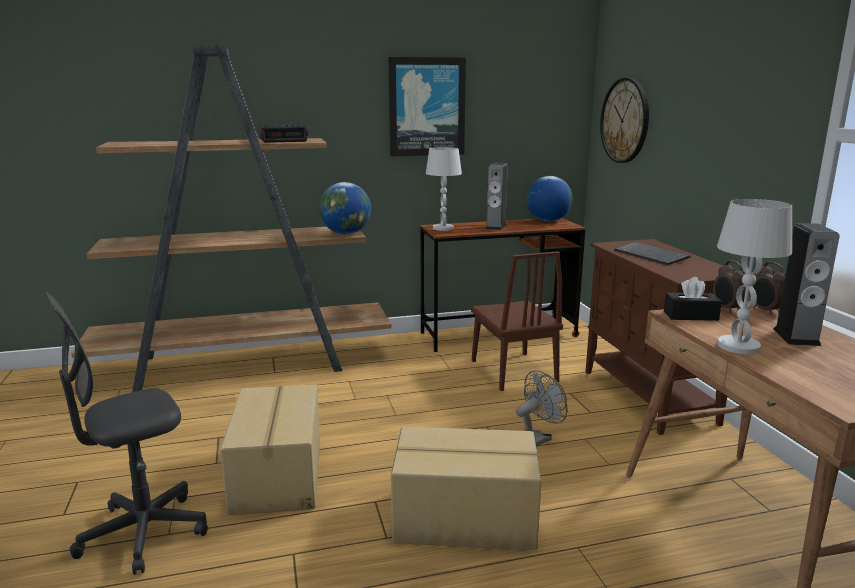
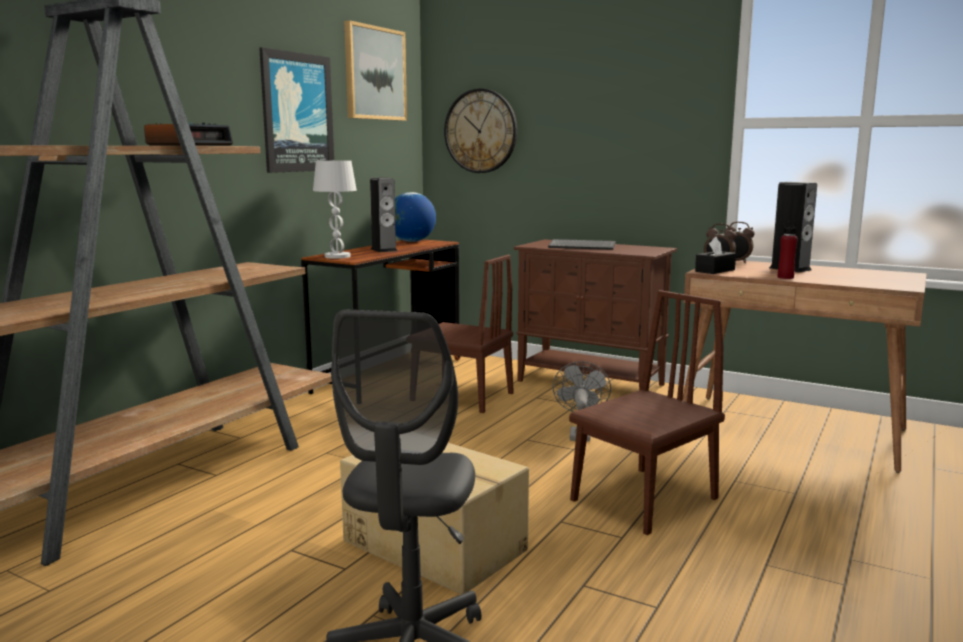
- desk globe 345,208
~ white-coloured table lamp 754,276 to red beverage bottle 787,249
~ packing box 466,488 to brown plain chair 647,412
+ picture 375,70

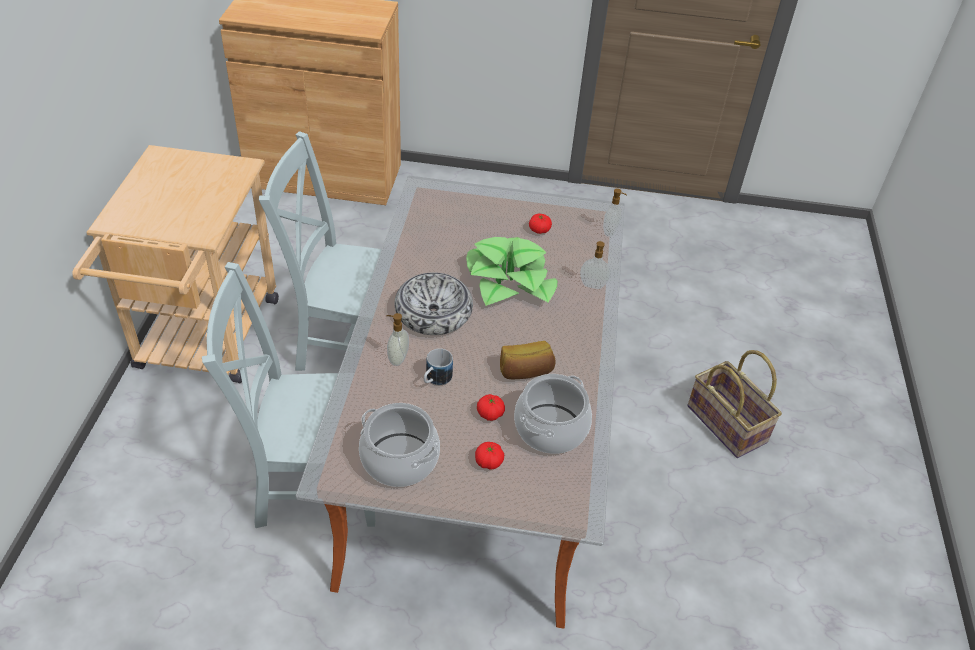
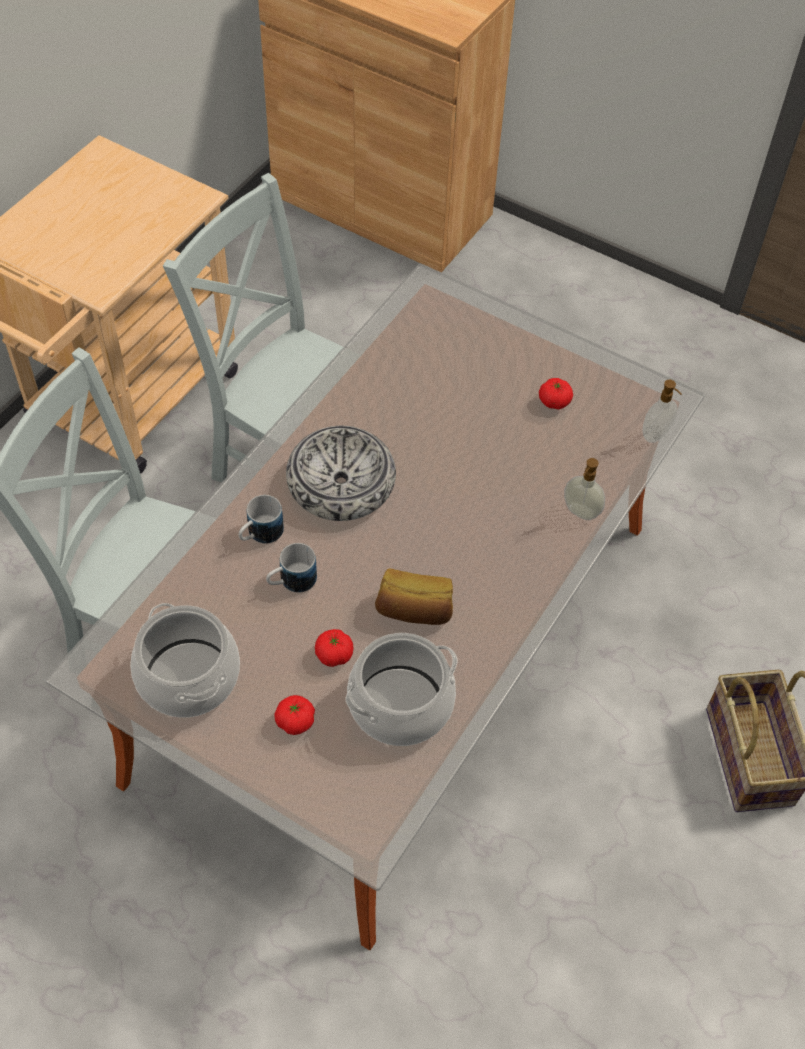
- houseplant 511,271
~ liquid soap bottle 397,339 to mug 261,519

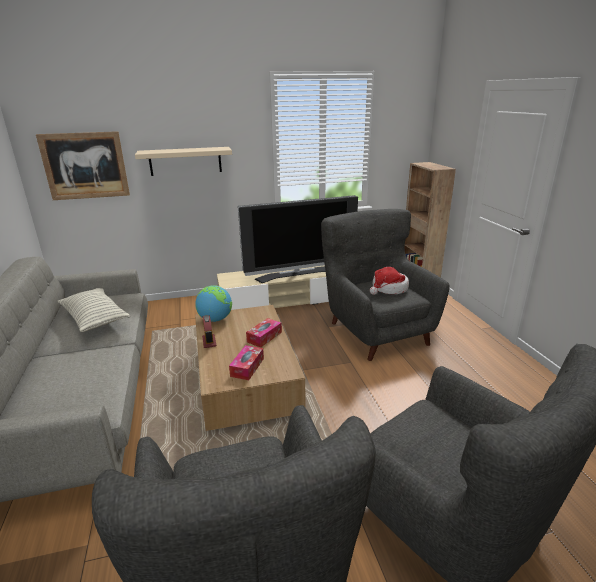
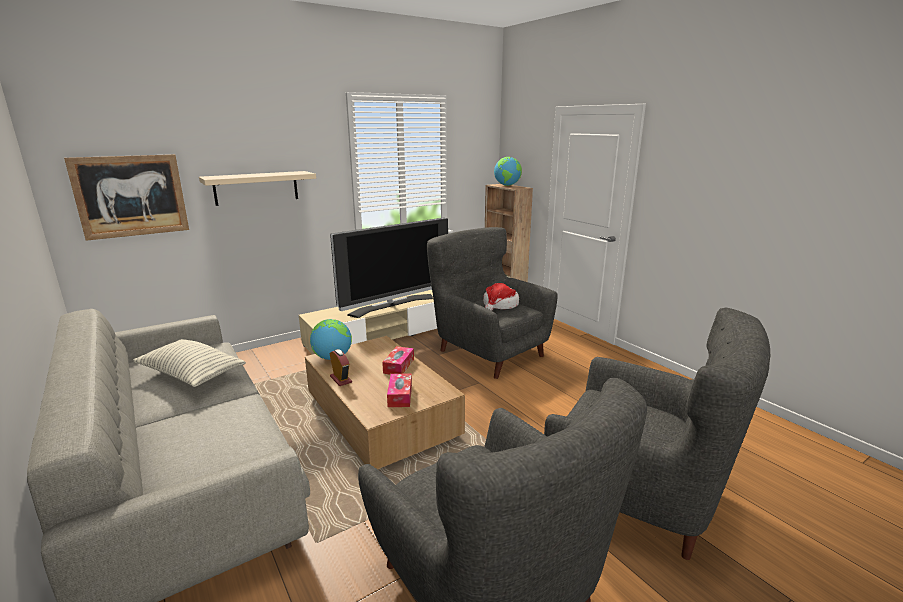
+ desk globe 508,171

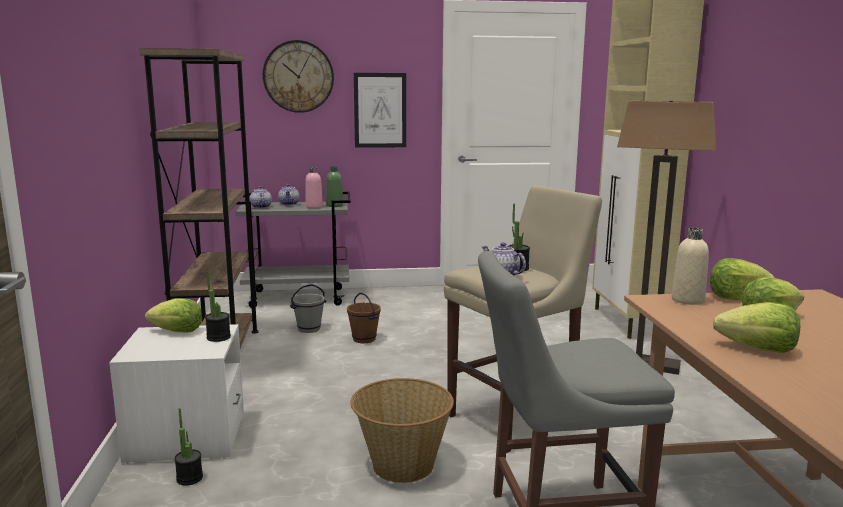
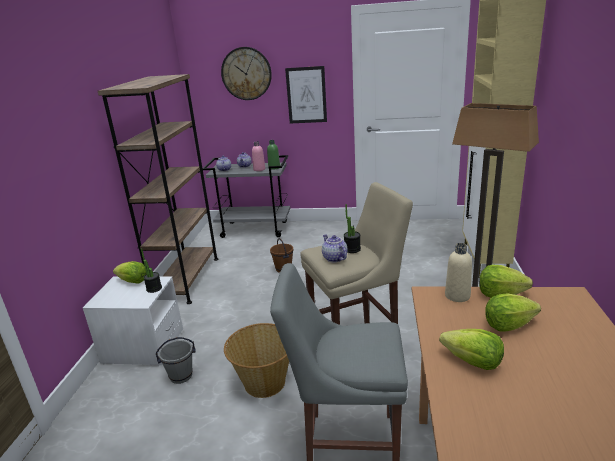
~ grey water bucket 308,308 to 176,360
- houseplant 188,446

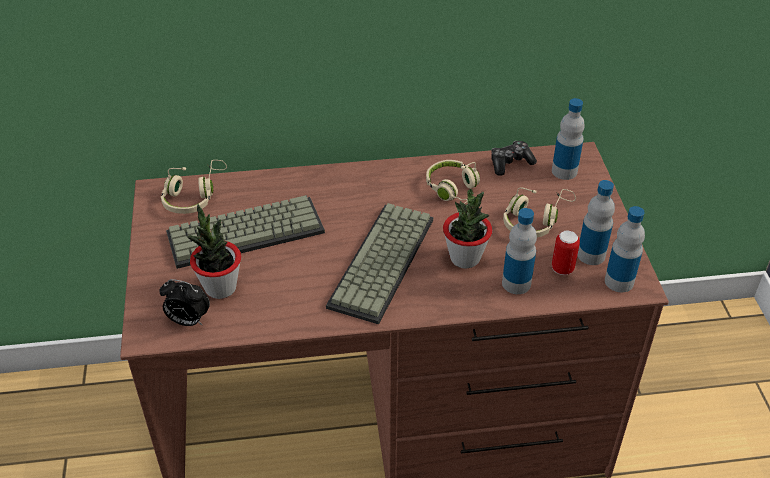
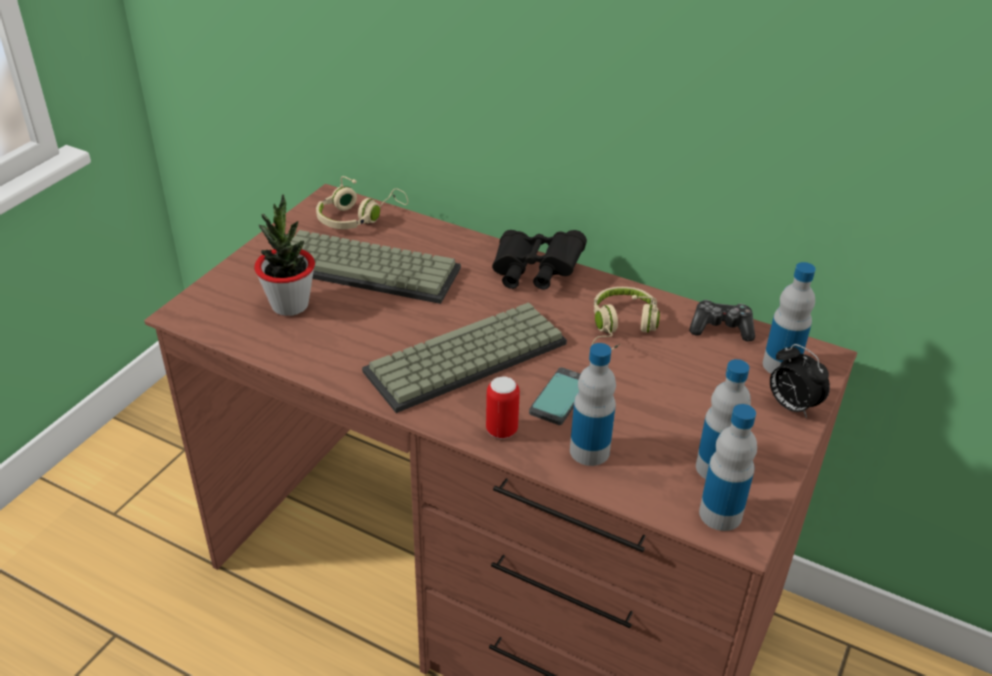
- sand-coloured pair of headphones 539,212
~ houseplant 467,229 to phone 554,396
~ sealed can 566,252 to 503,407
~ bedside clock 184,302 to 800,381
+ black pair of binoculars 539,260

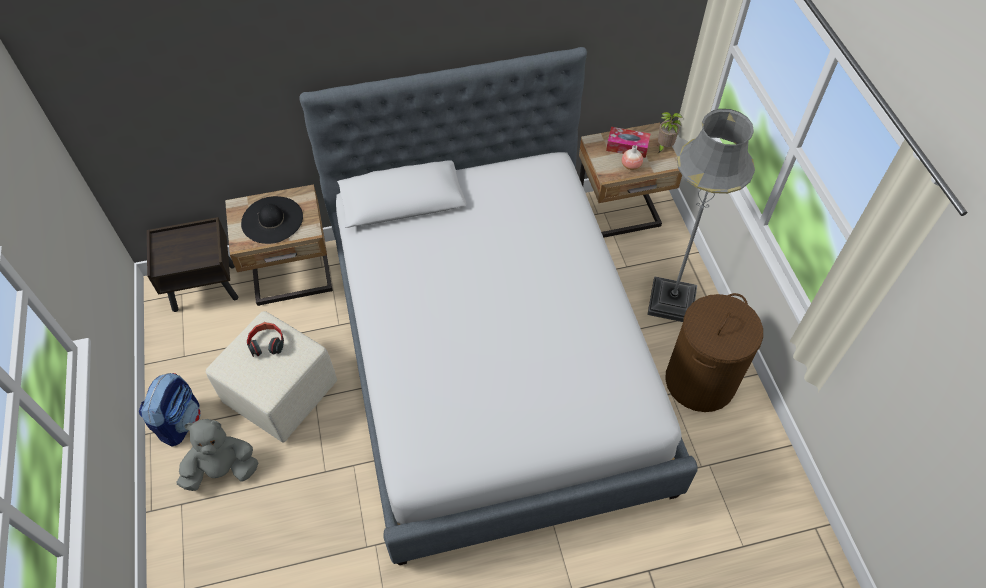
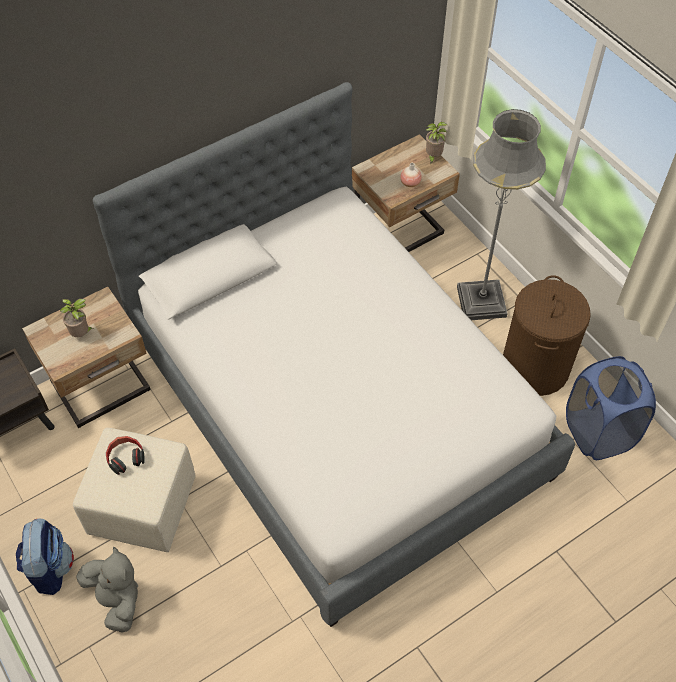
- tissue box 628,142
~ black hat 272,220 to houseplant 76,318
~ grey plush toy 217,455 = 107,589 90 degrees clockwise
+ bluish laundry basket 611,408

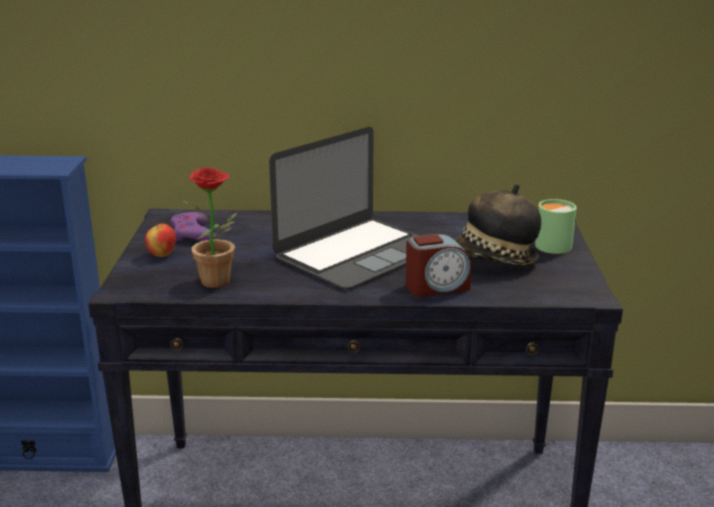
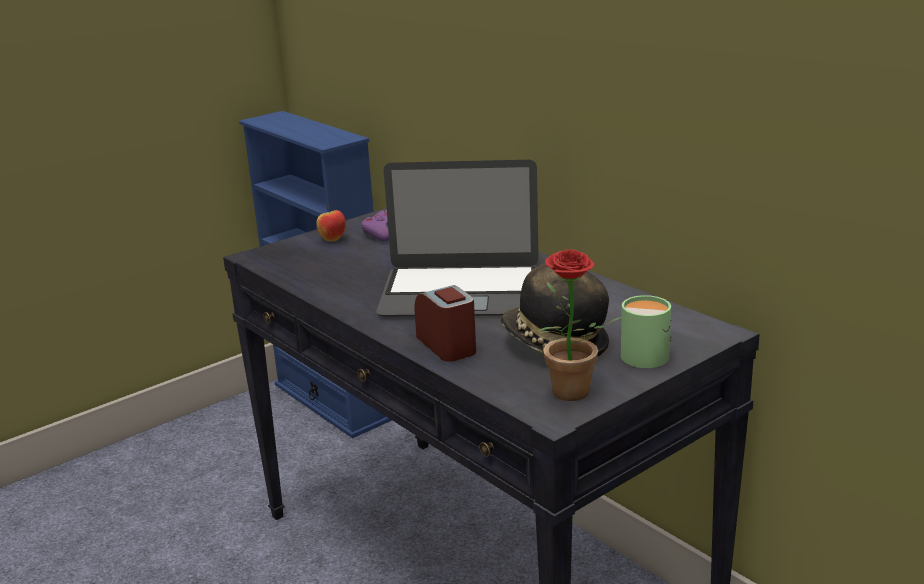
~ houseplant 209,227 to 580,325
~ bedside clock 438,265 = 445,323 150 degrees counterclockwise

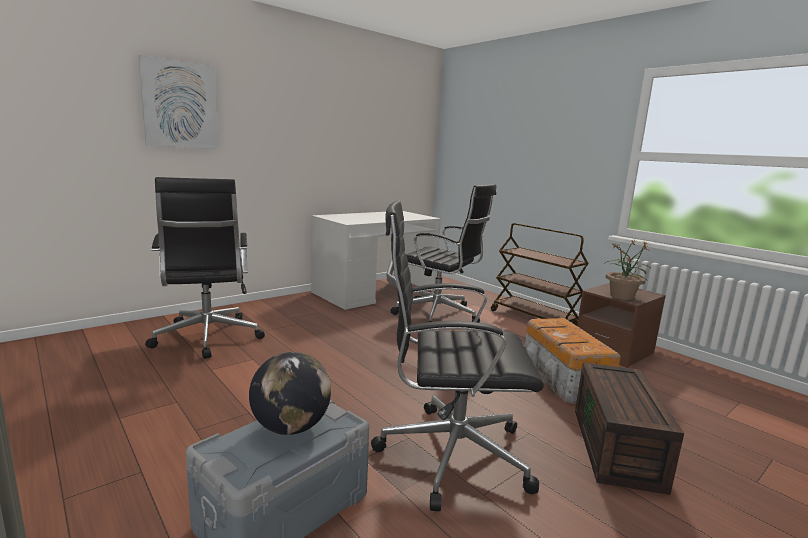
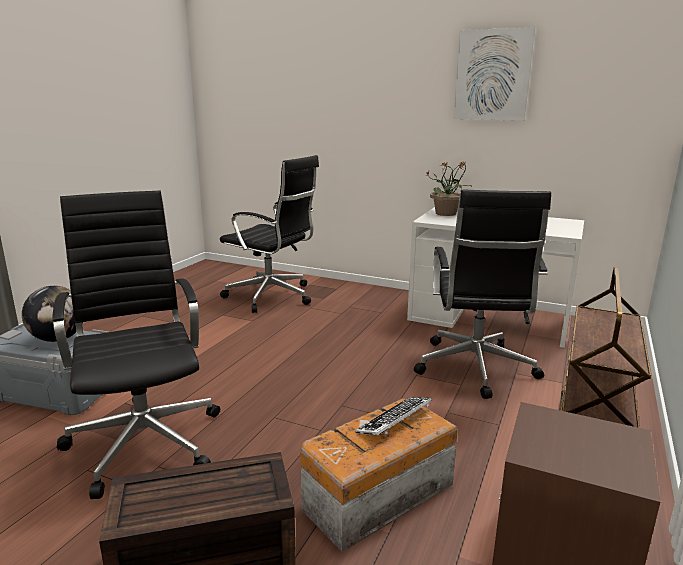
~ picture 178,102 to 494,74
~ black desk chair 205,268 = 269,234 105 degrees counterclockwise
~ houseplant 627,269 to 449,188
+ PC keyboard 394,416

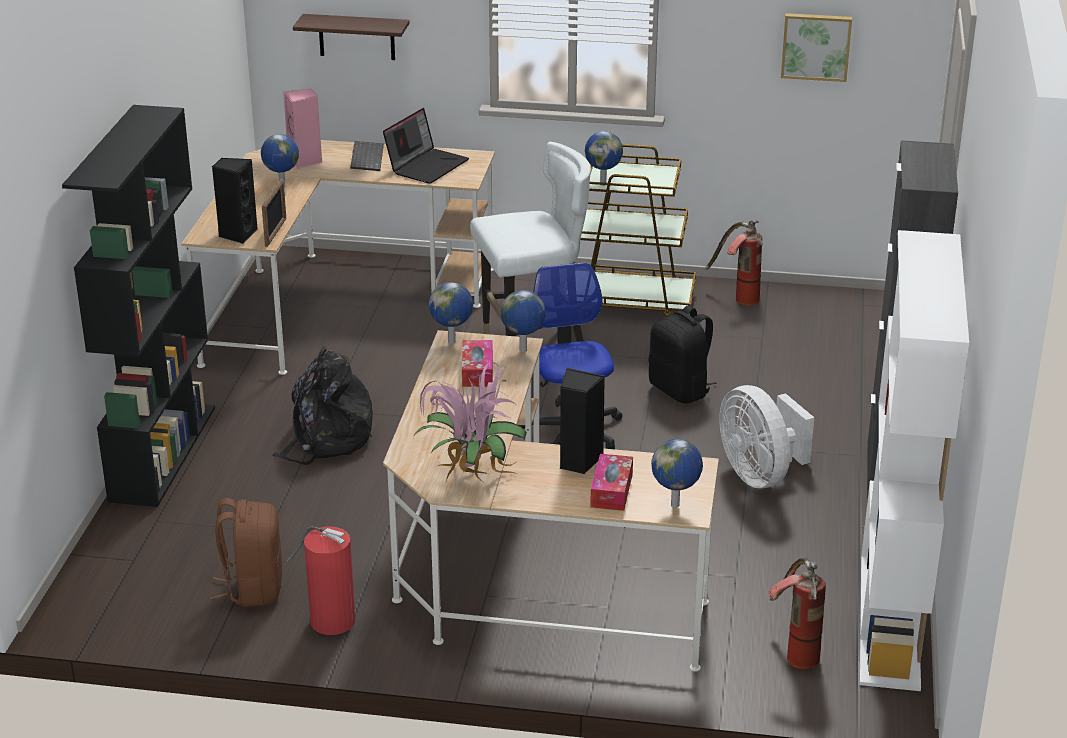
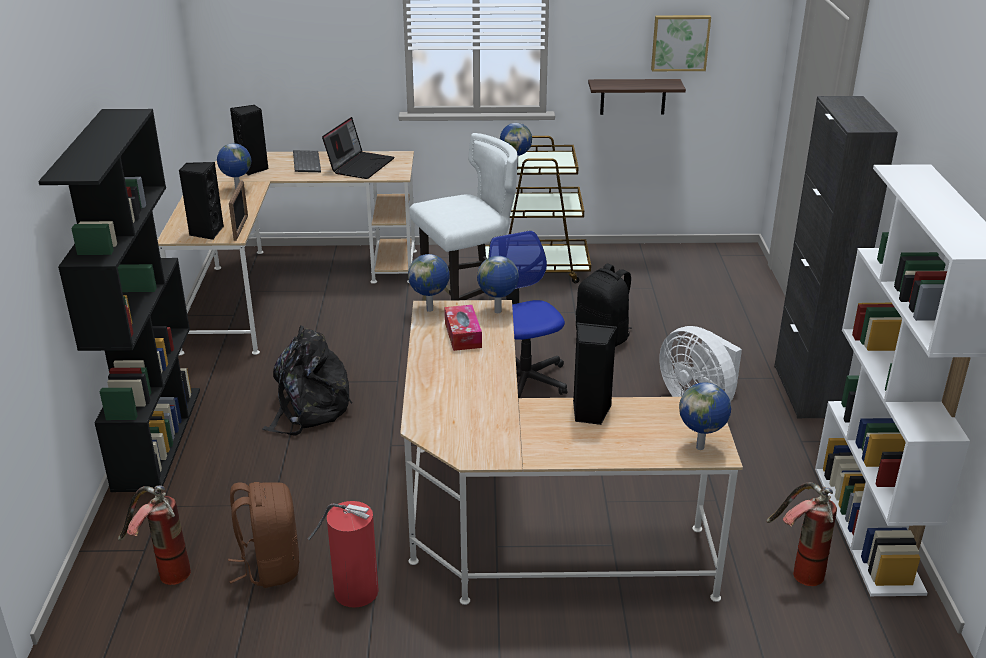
~ wall shelf 351,37 to 637,97
~ pinkish speaker 302,129 to black speaker 249,140
~ fire-fighting cylinder 734,262 to 154,535
- houseplant 470,422
- tissue box 611,482

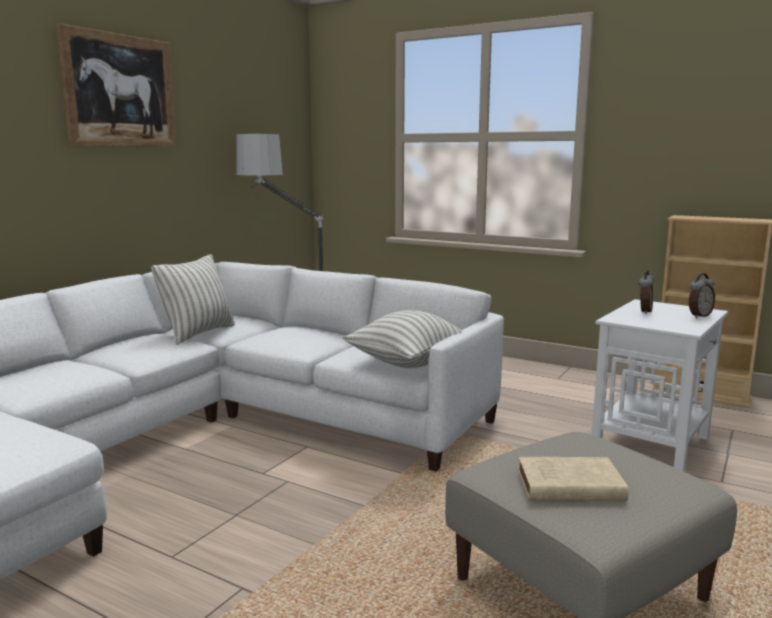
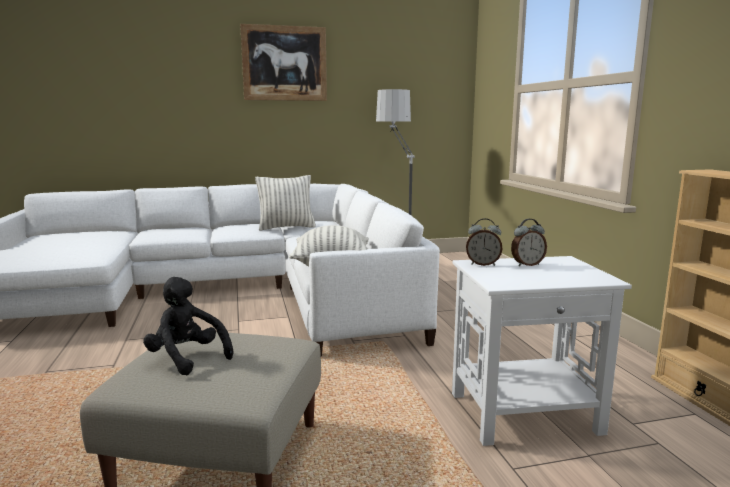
~ bedside clock 702,295 to 484,242
~ sand-coloured volume 573,479 to black plush toy 188,326

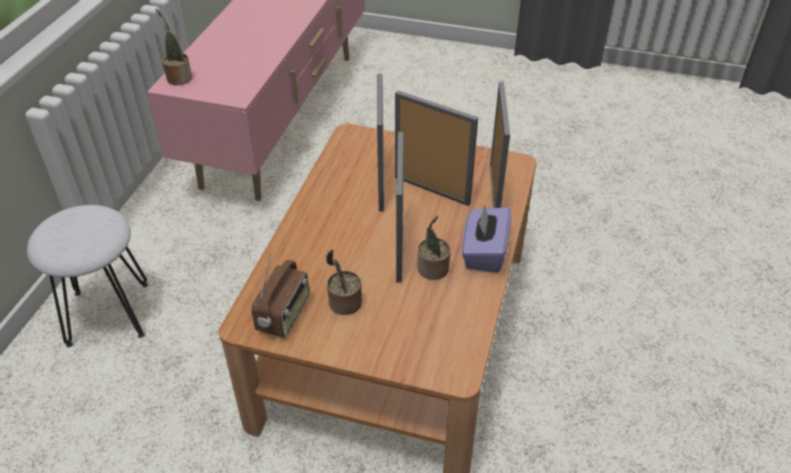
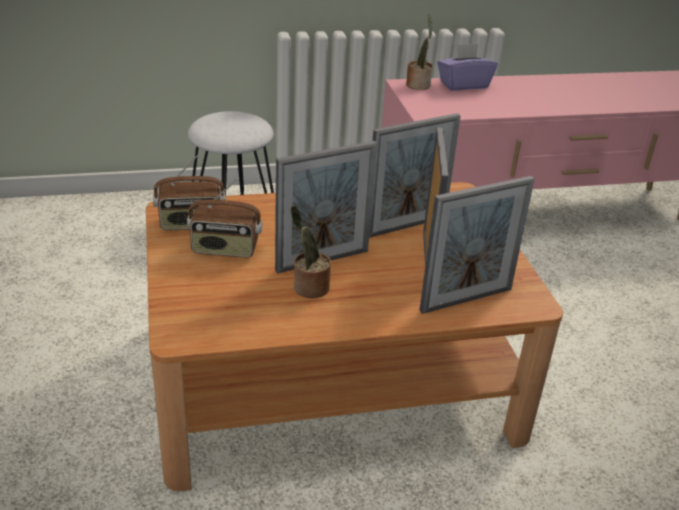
~ purple-coloured tissue box 486,238 to 467,67
~ houseplant 344,282 to radio receiver 225,217

